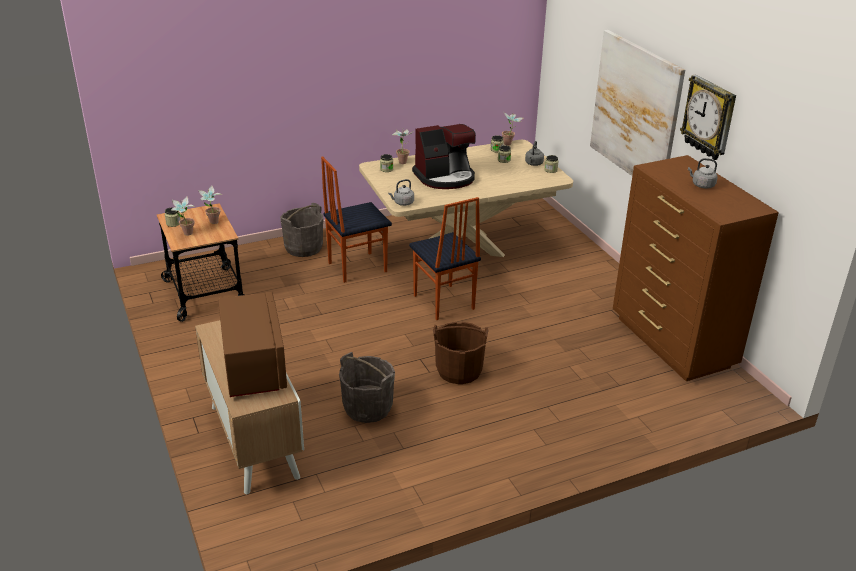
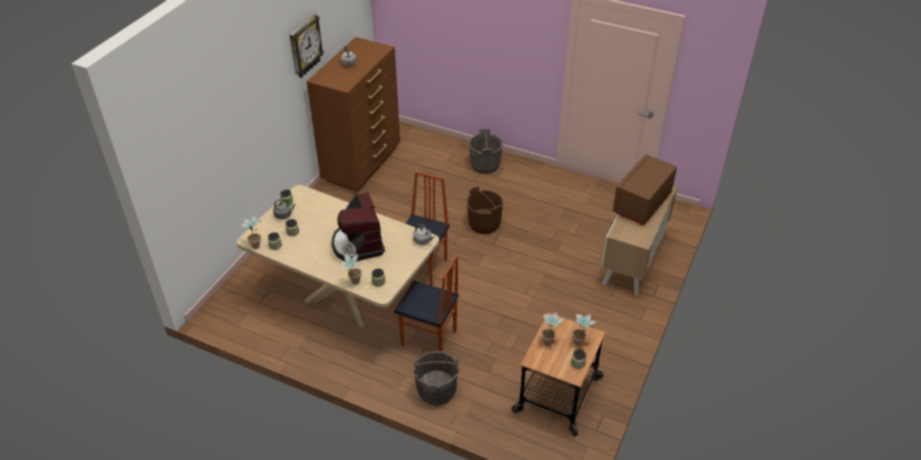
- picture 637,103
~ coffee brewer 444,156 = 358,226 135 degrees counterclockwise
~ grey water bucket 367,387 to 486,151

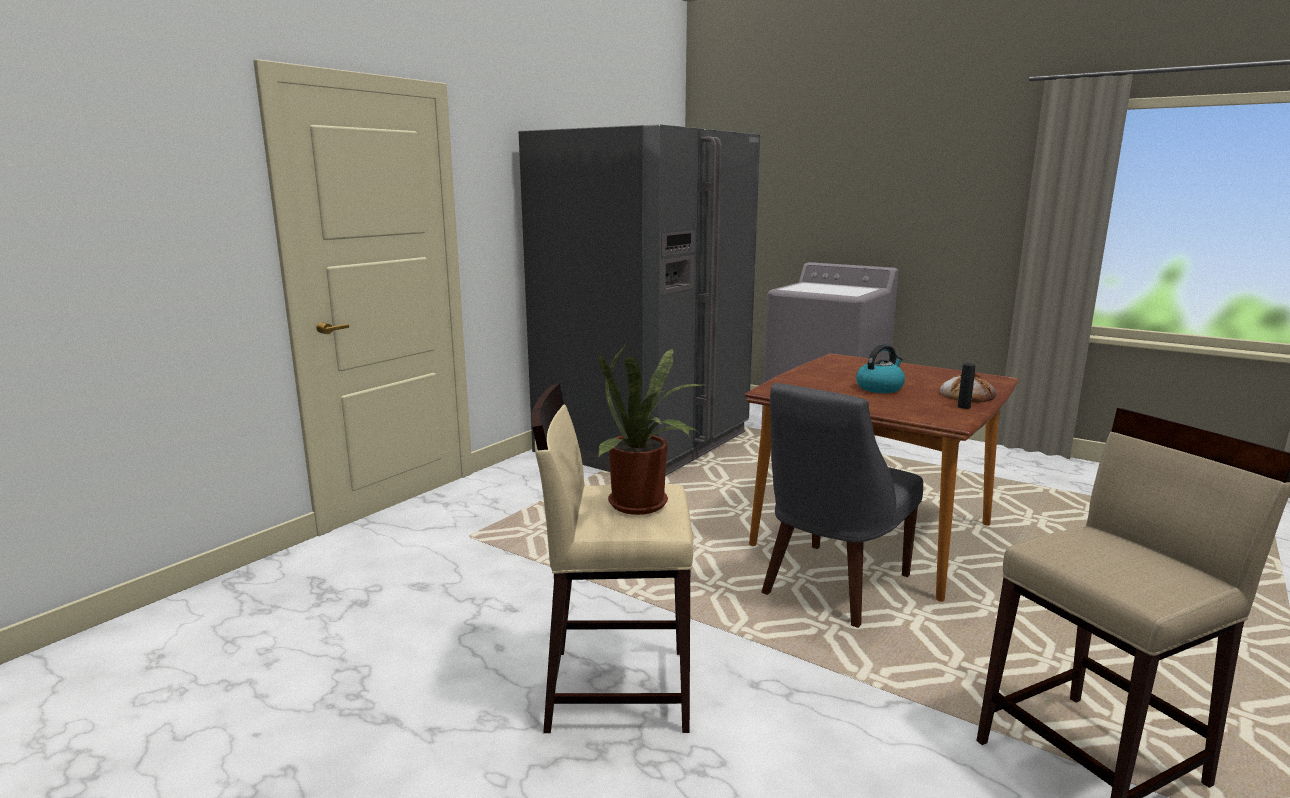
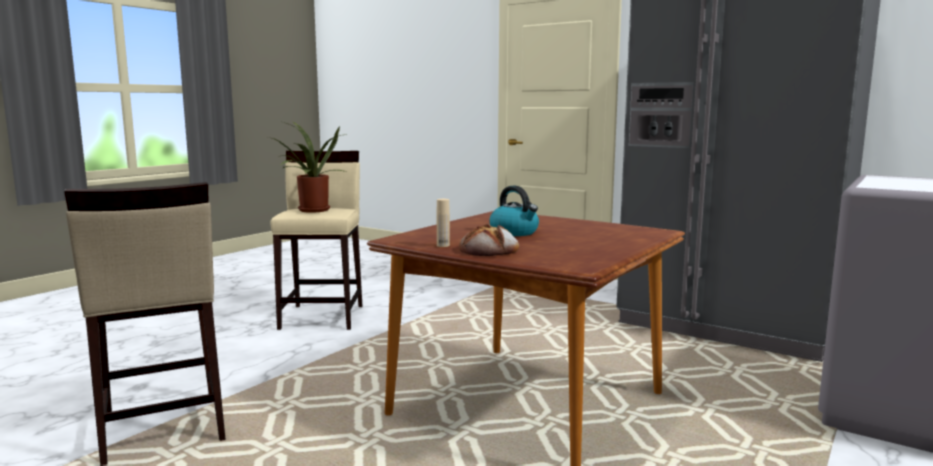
~ black beverage bottle 967,386 to sand-coloured beverage bottle 443,223
- grey plain chair 842,505

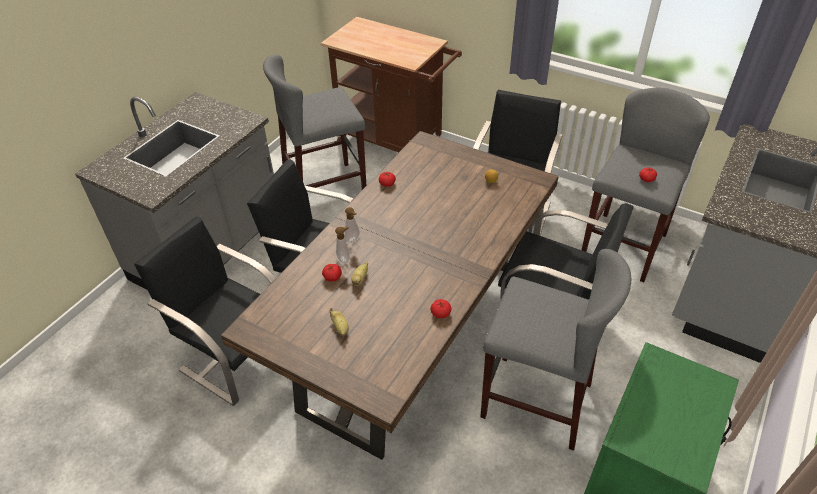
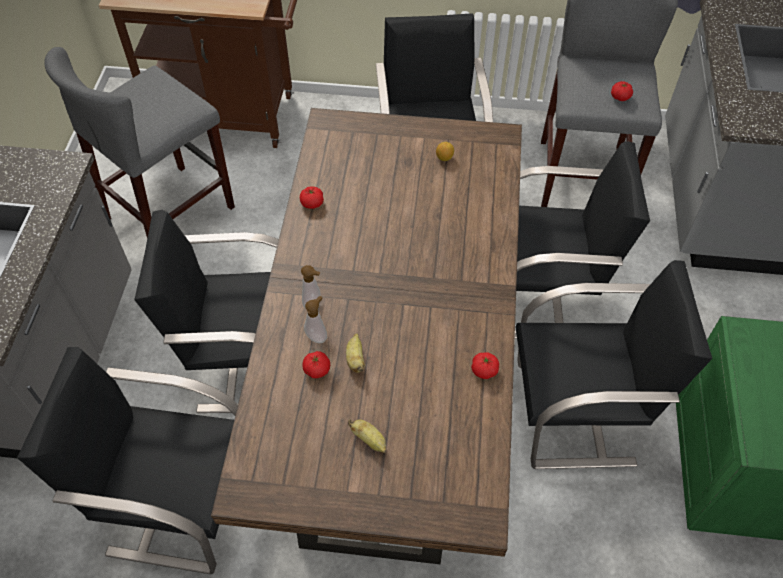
~ grey stool 555,350 to black plain chair 614,364

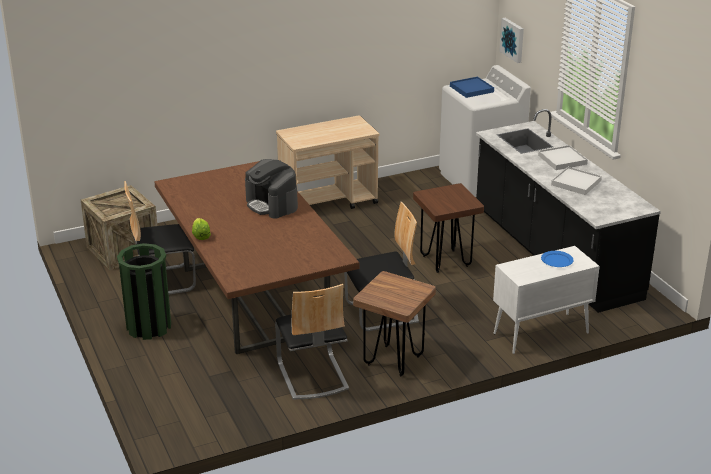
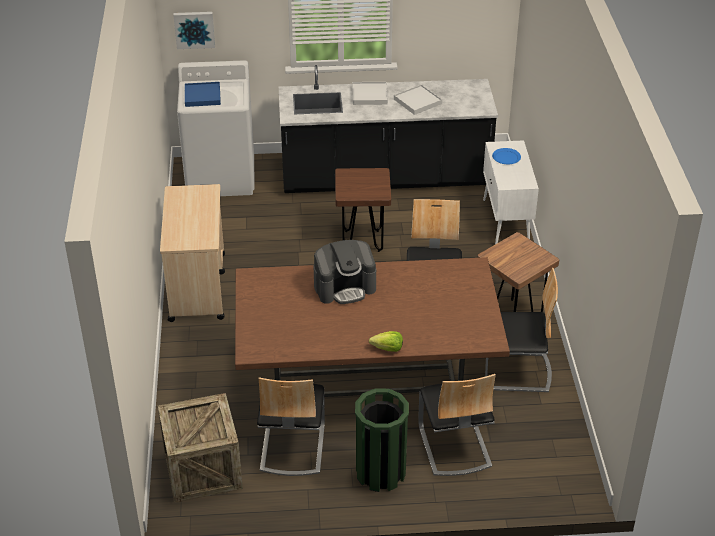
+ plain chair 457,425

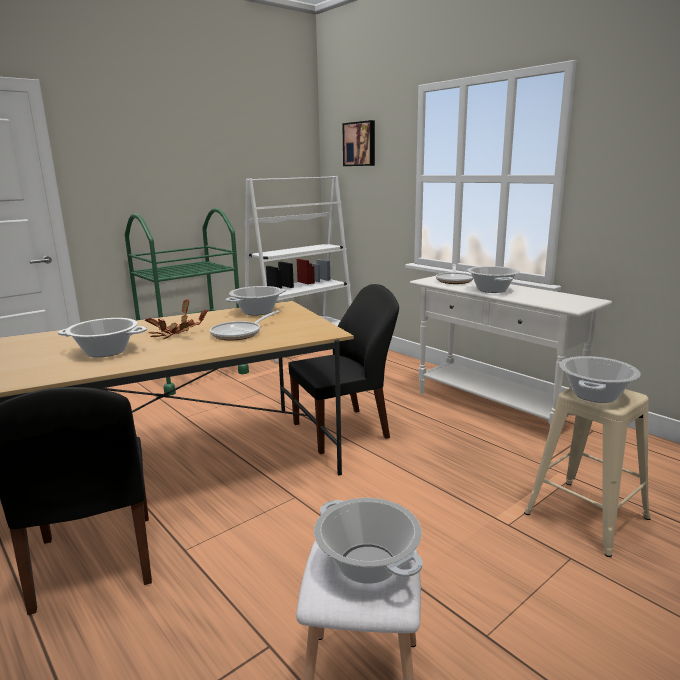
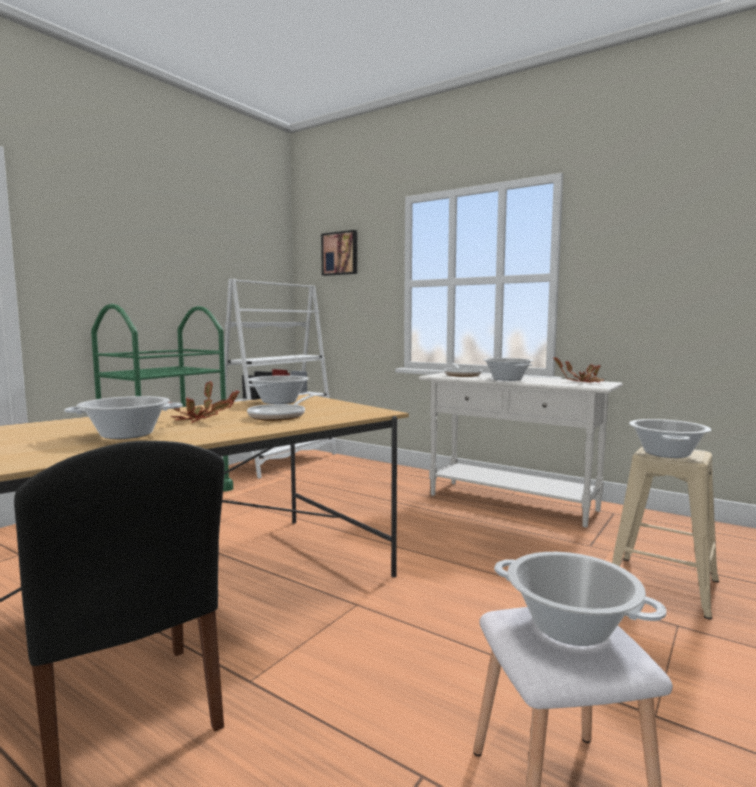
- black plain chair 343,369
+ houseplant 579,370

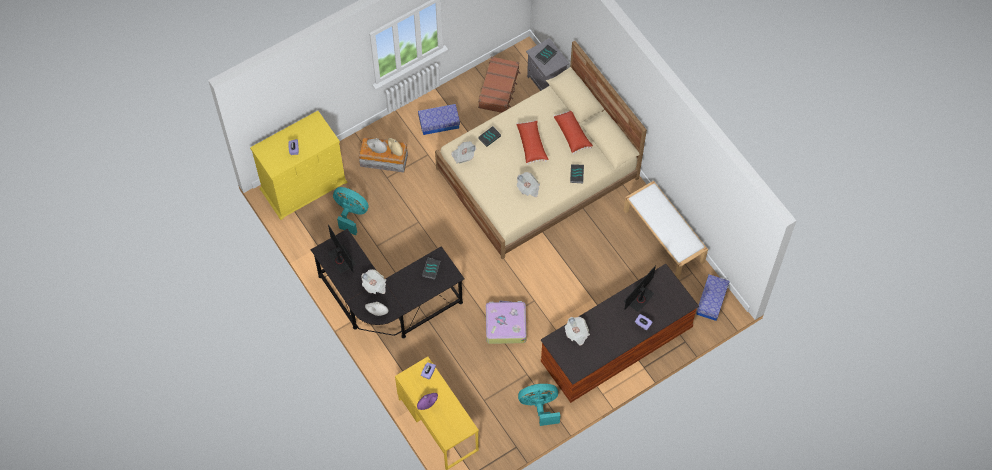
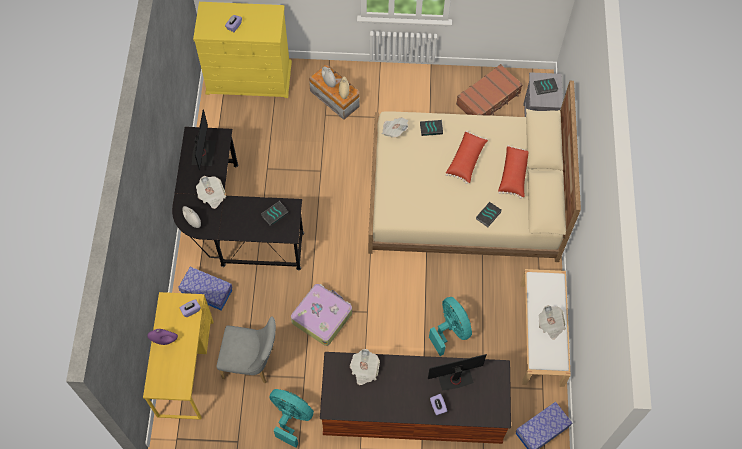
~ storage container 439,119 to 205,289
~ daily paper 528,184 to 552,322
~ blue-green cooling fan 351,211 to 450,326
+ grey plain chair 246,350

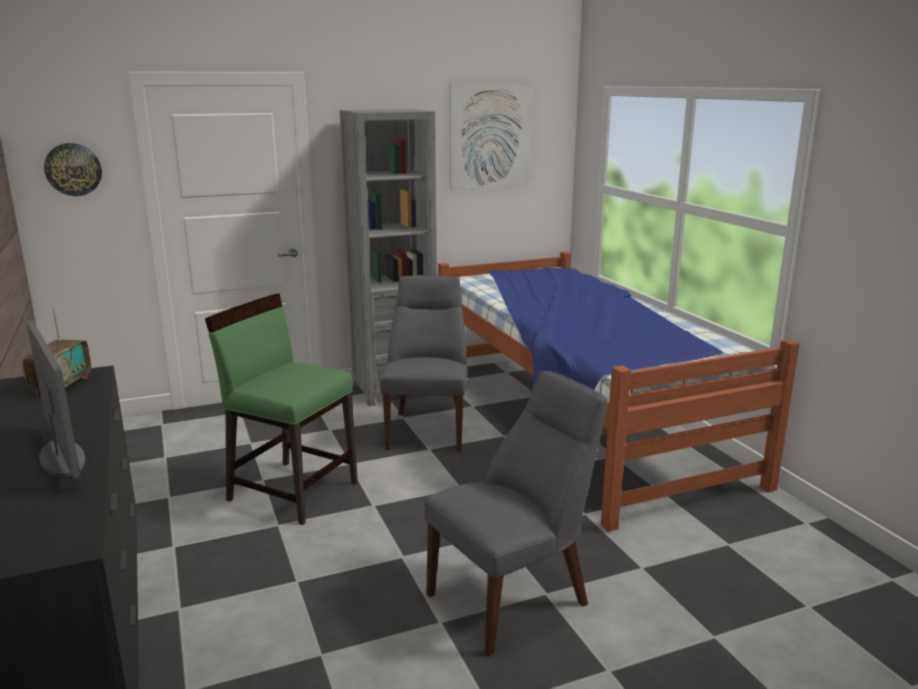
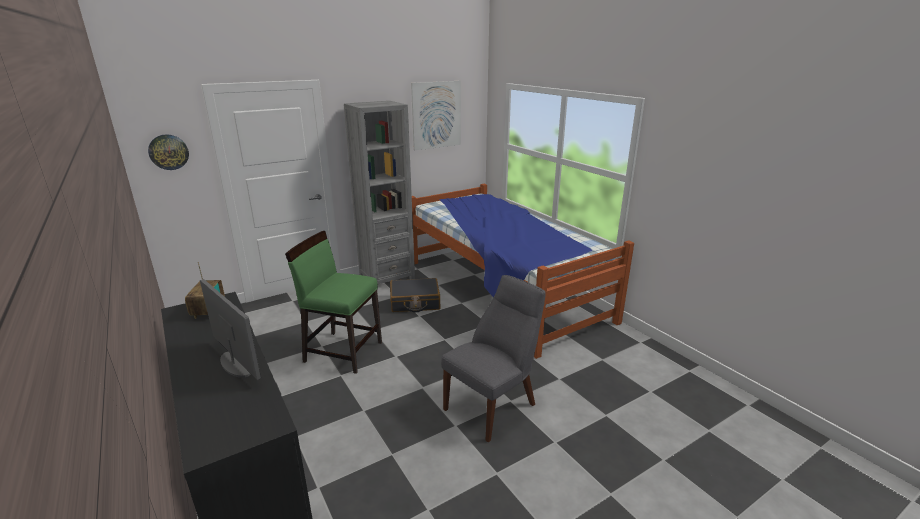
~ grey plain chair 423,363 to black suitcase 415,295

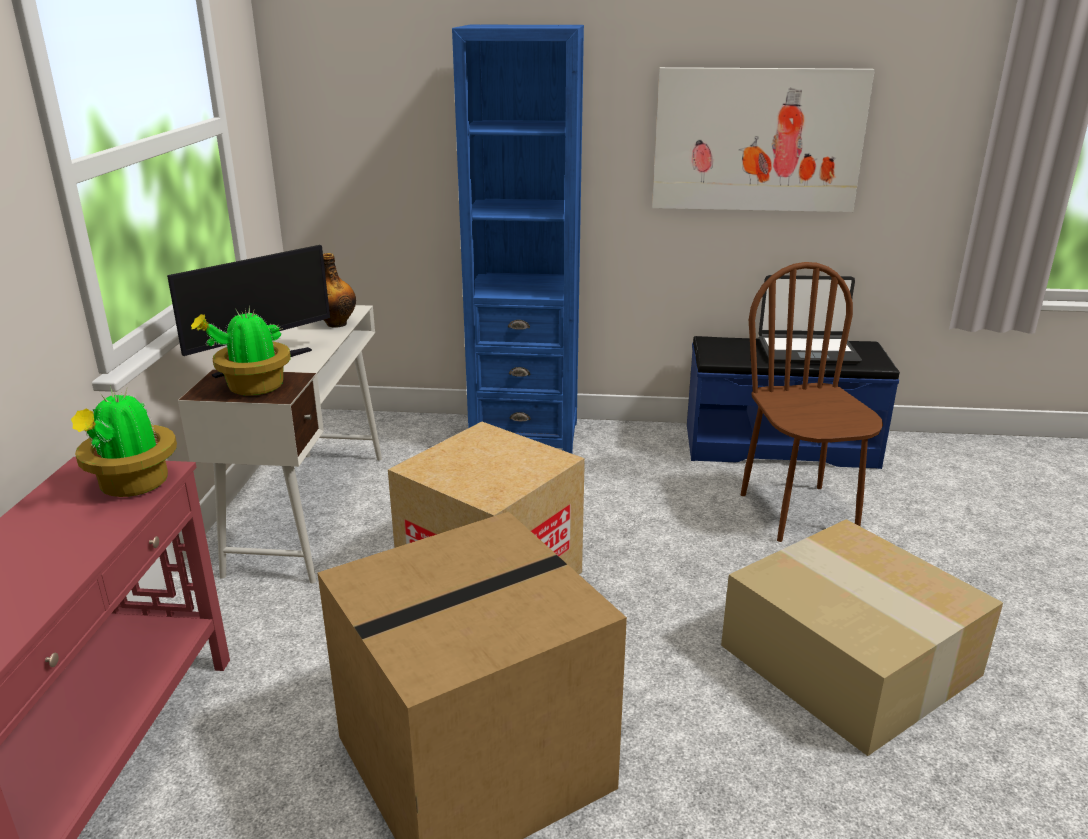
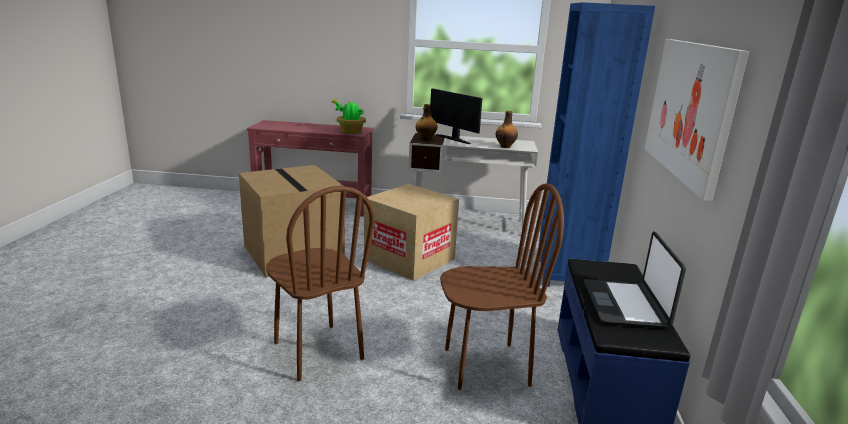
~ houseplant 241,351 to beverage bottle 426,122
~ packing box 862,637 to brown plain chair 320,283

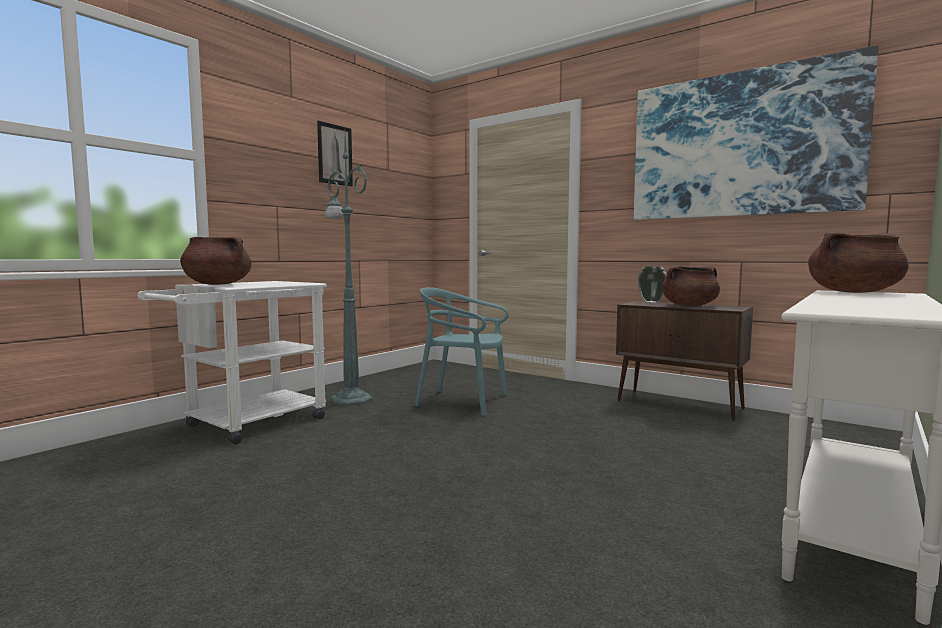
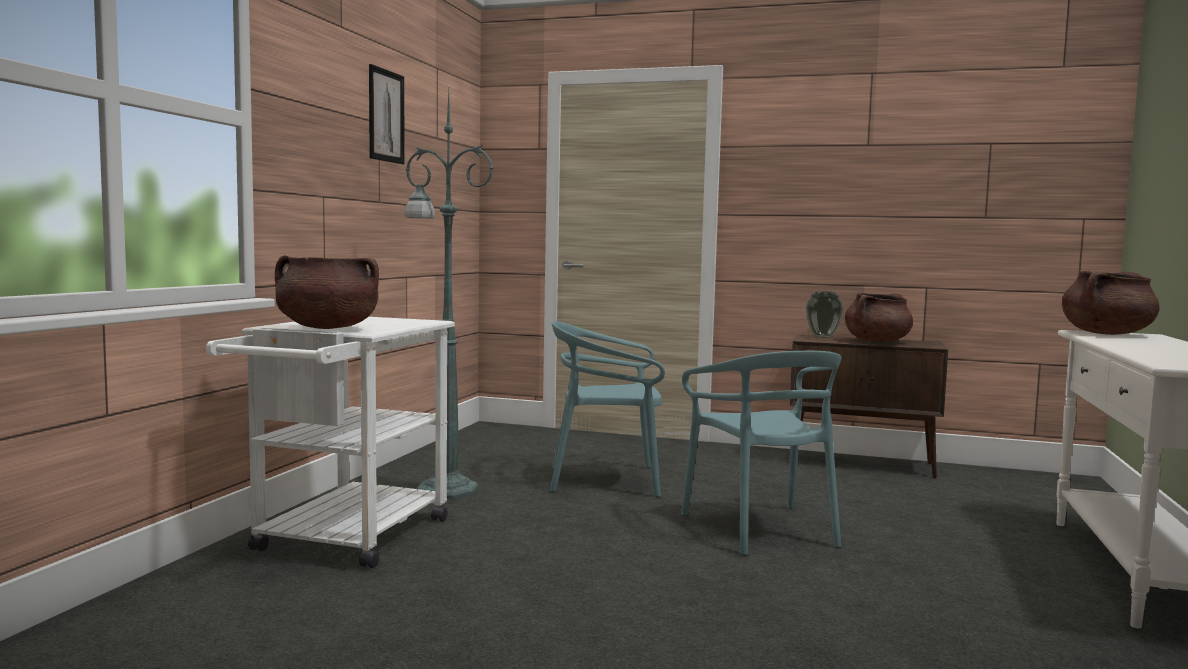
- picture 756,132
+ blue-green plain chair 761,453

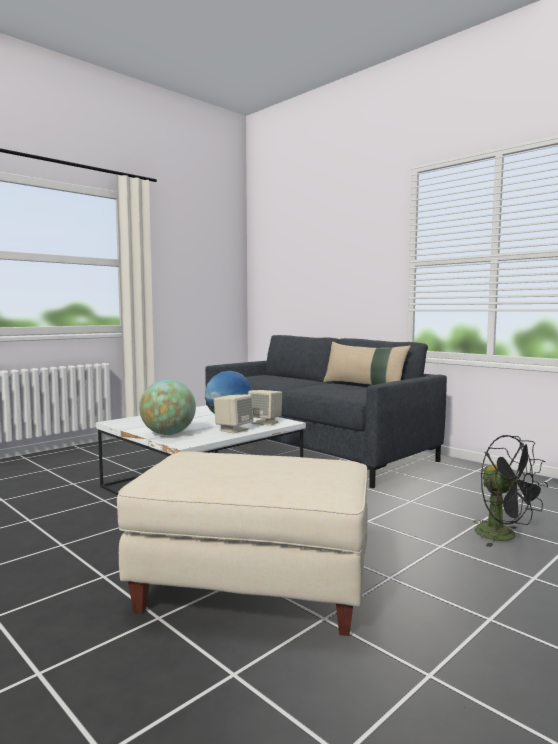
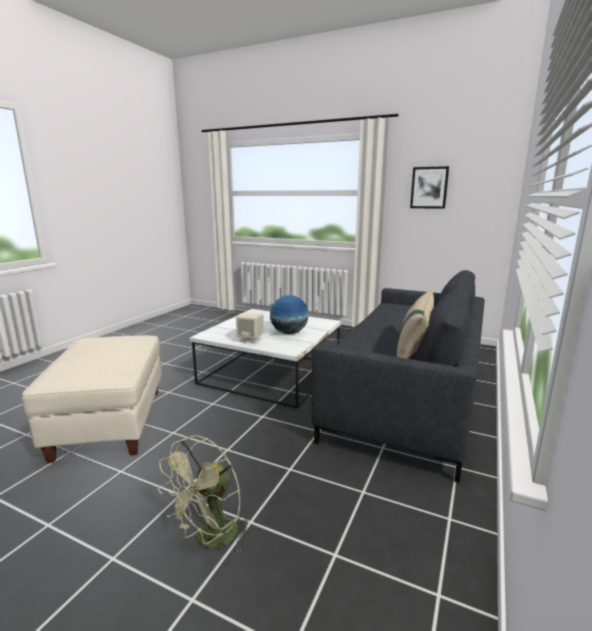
- desk globe 167,407
- sand-coloured speaker 265,408
~ black cooling fan 510,491 to greenish cooling fan 204,494
+ picture 429,187

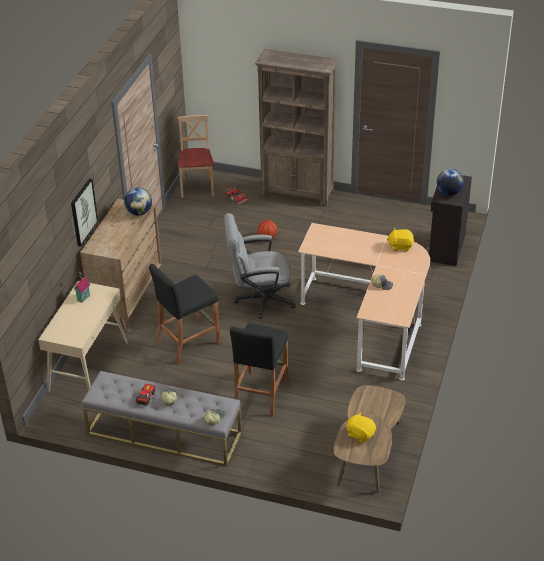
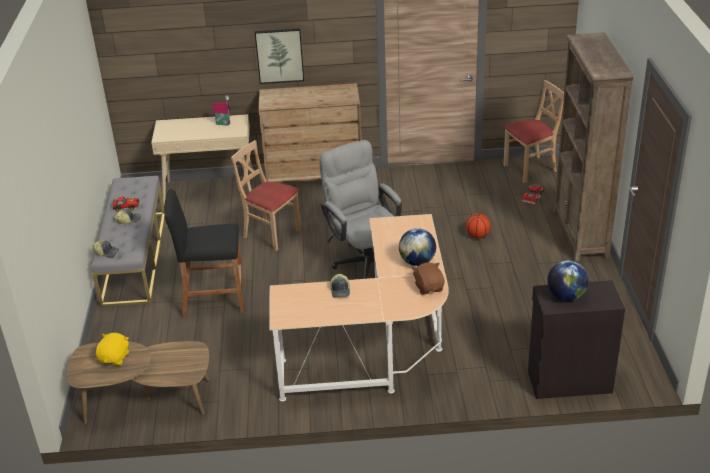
~ desk globe 138,201 to 417,247
~ yellow-coloured plush toy 400,239 to brown plush toy 428,278
~ black stool 185,314 to sand-coloured plain chair 266,195

